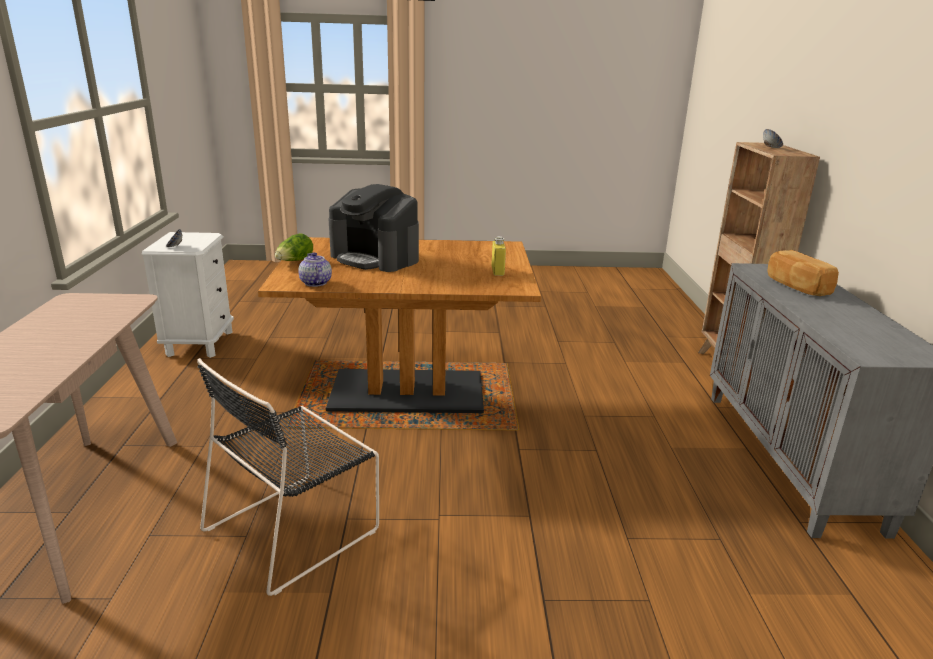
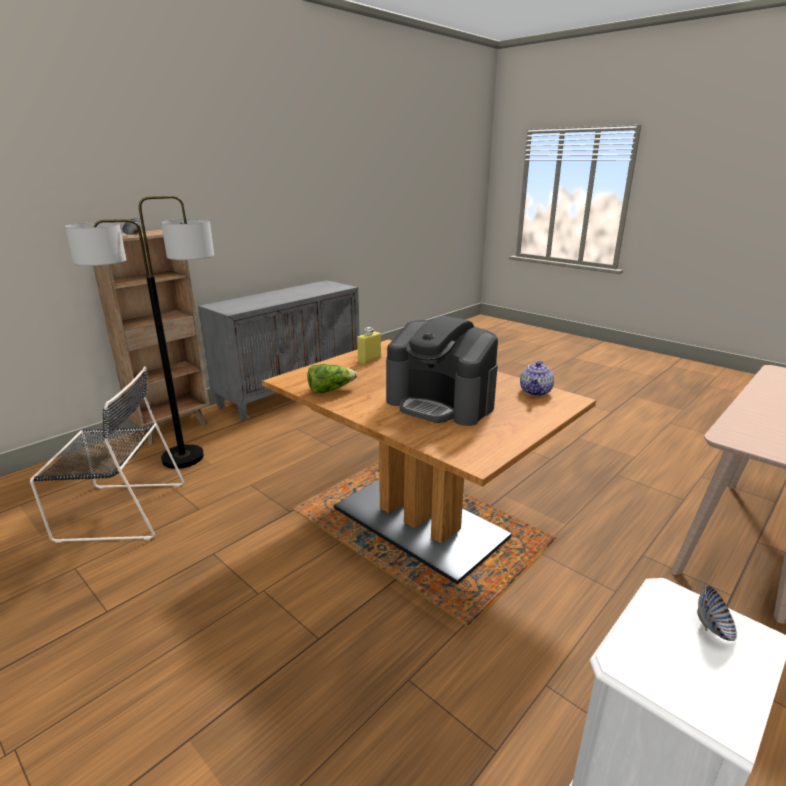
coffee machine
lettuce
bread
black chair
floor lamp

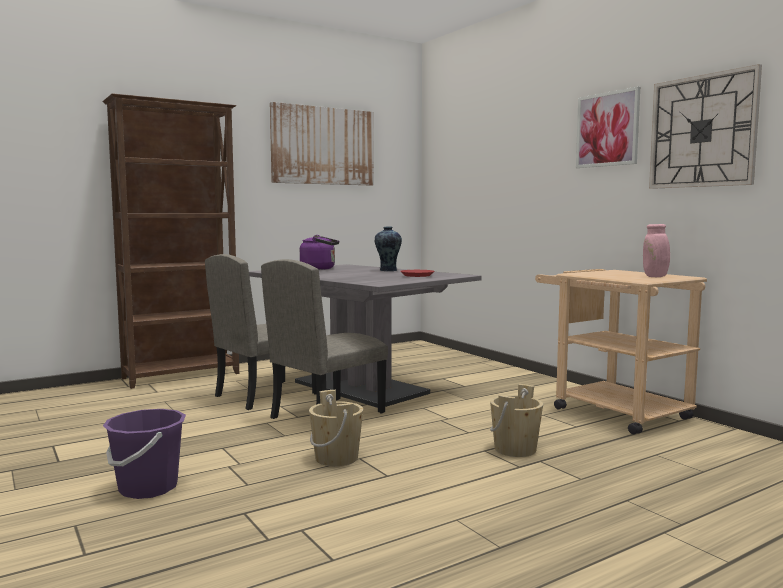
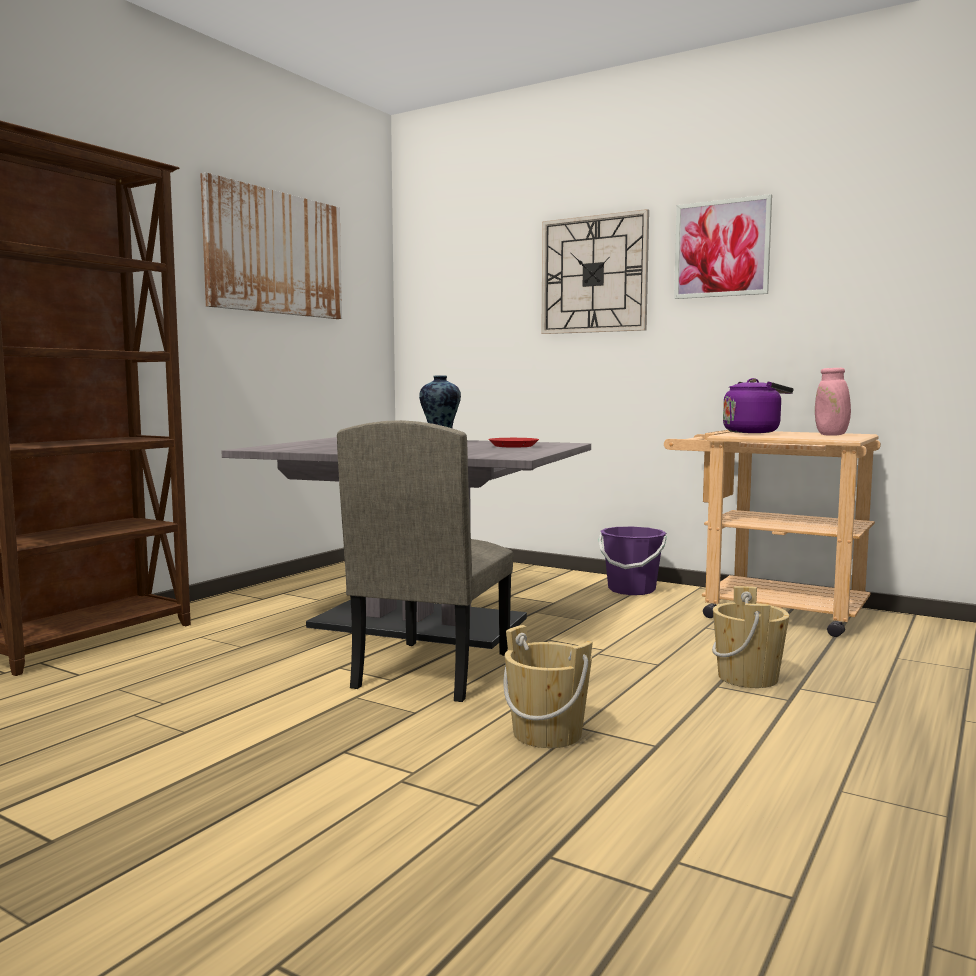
wall clock
purple kettle
beige chair (no. 1 from left in the first image)
purple bucket

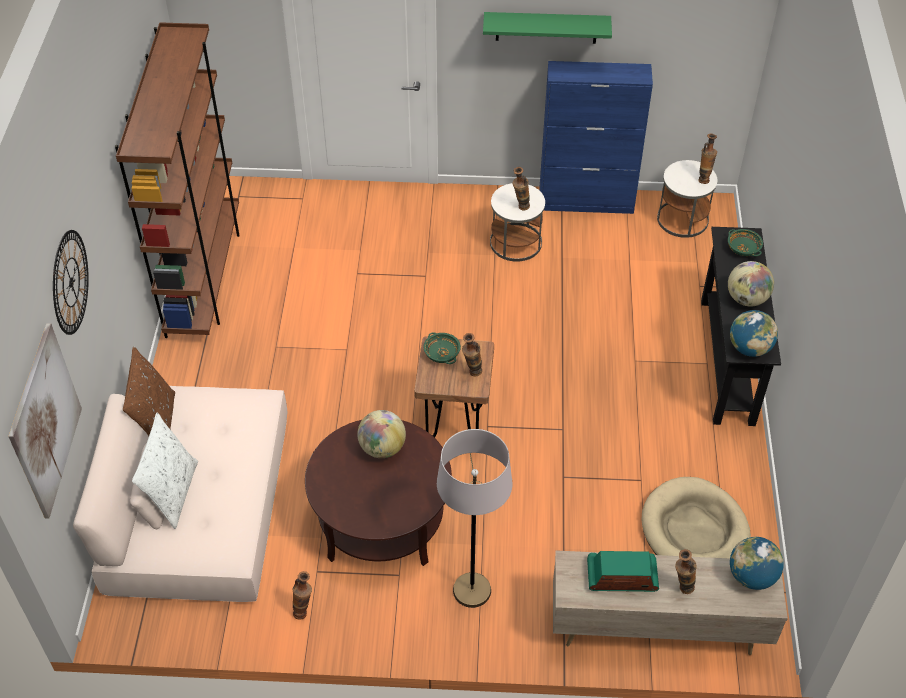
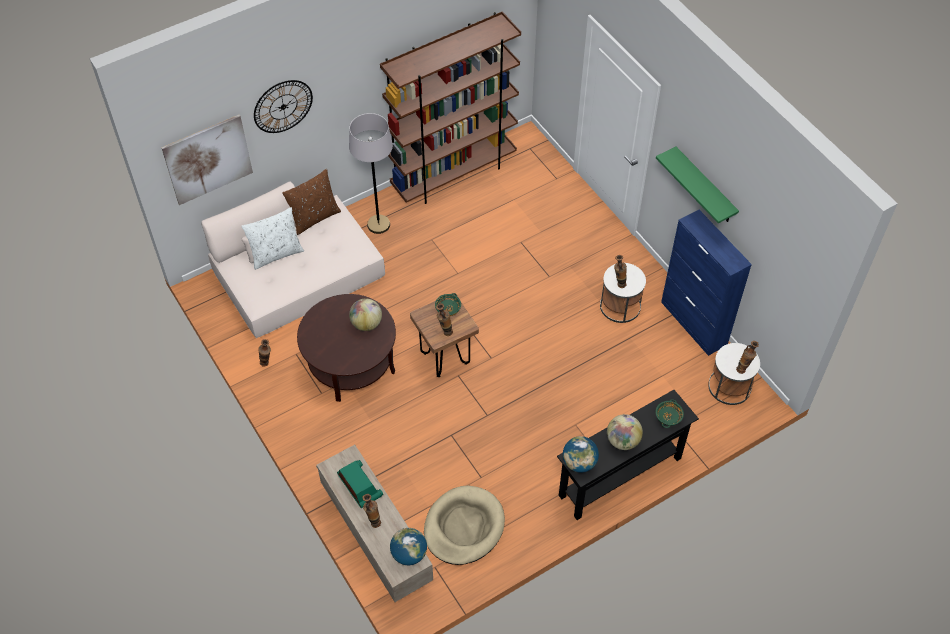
grey floor lamp

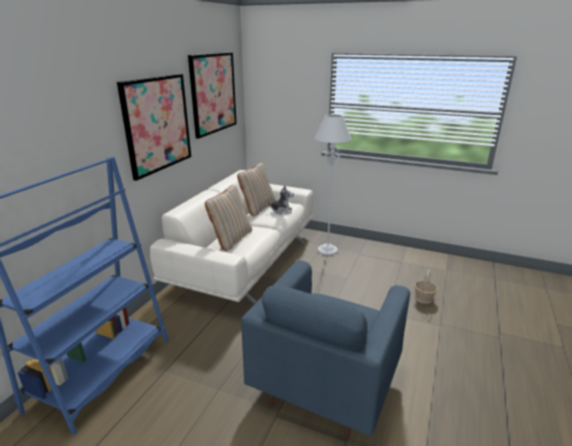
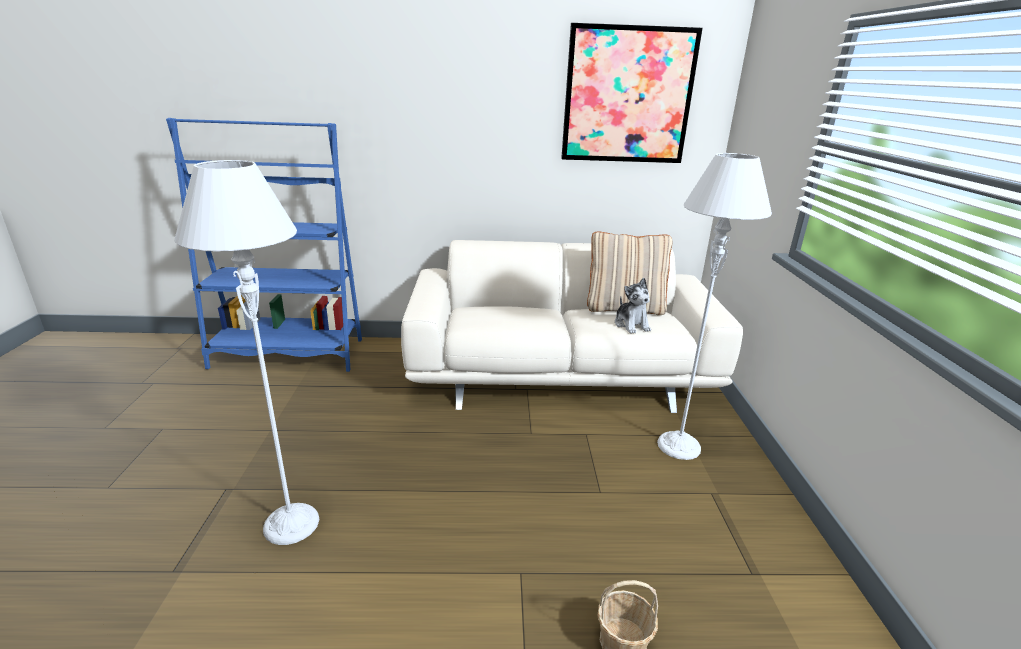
picture (no. 1 from left in the first image)
beige pillow (no. 1 from left in the first image)
grey floor lamp (no. 1 from left)

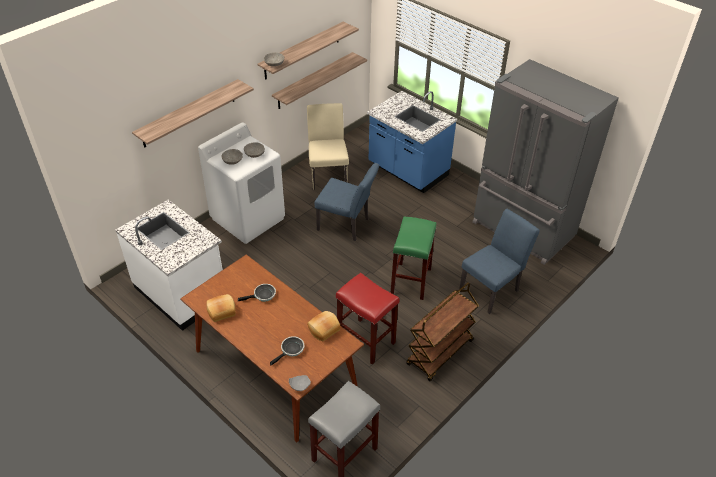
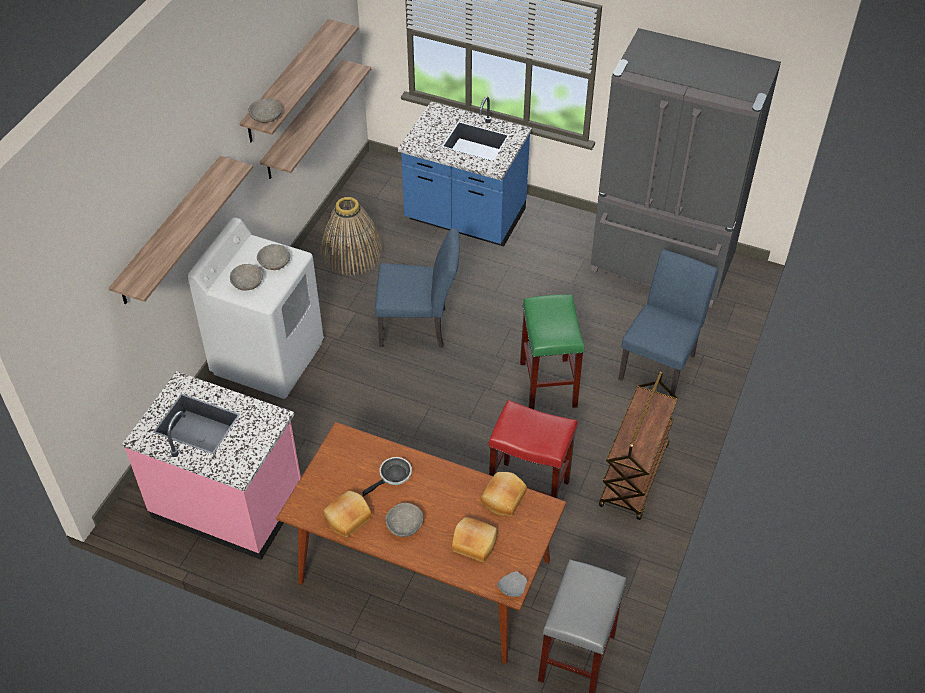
basket
pink counter
bread (no. 2 from left)
grey bowl (no. 4 from left)

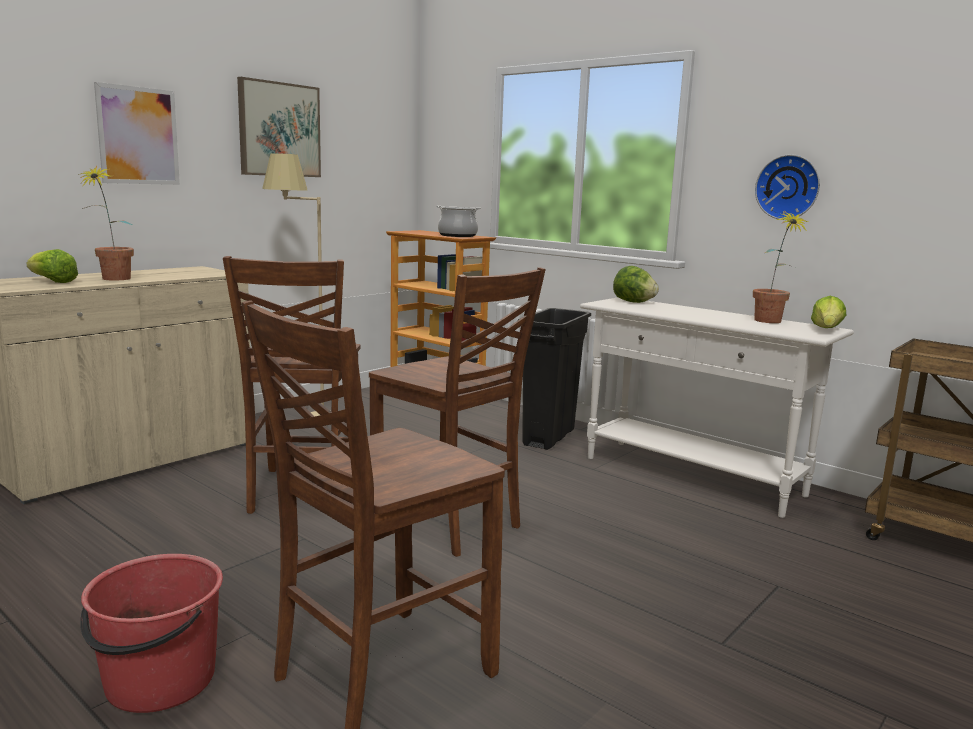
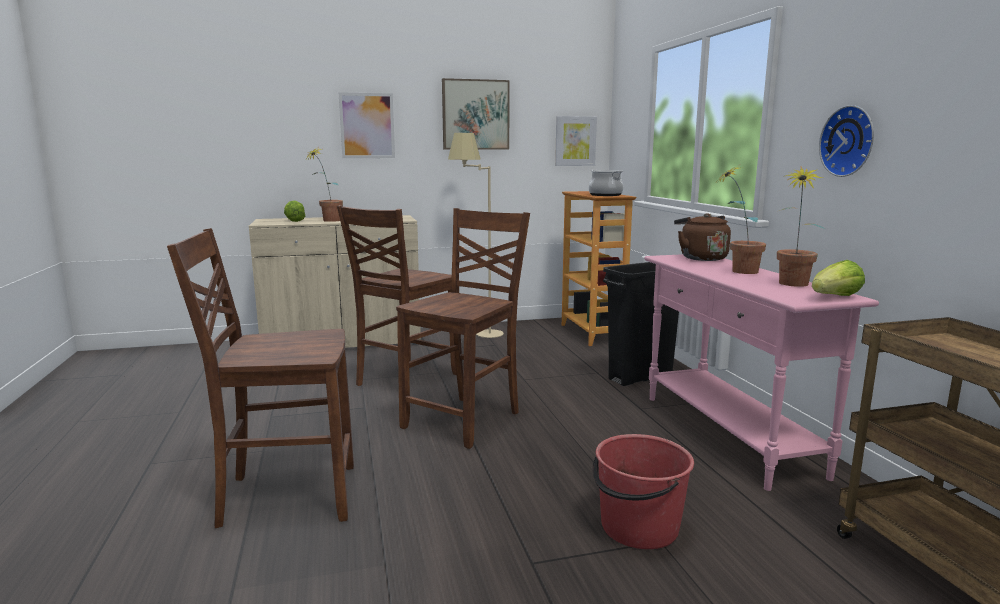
brown kettle
brown chair (no. 3 from left)
pink console table
red bucket
picture (no. 3 from left)
potted plant (no. 2 from left)

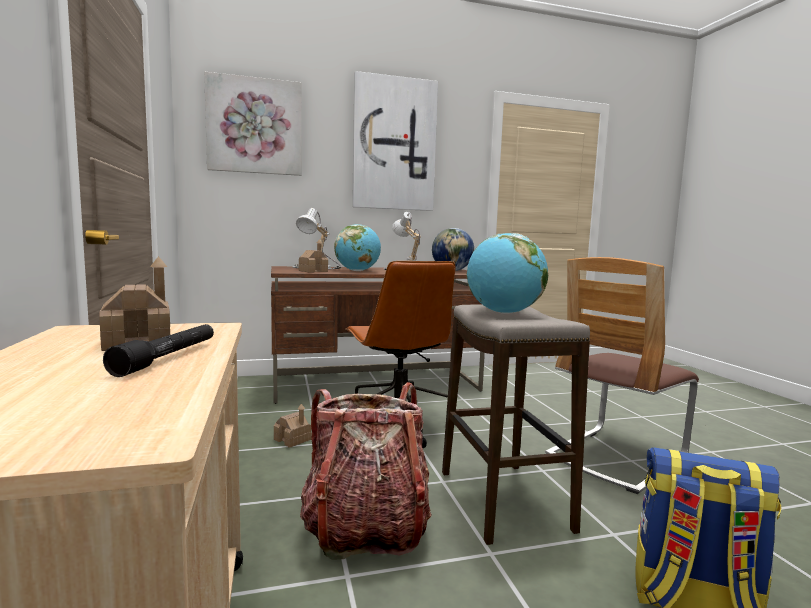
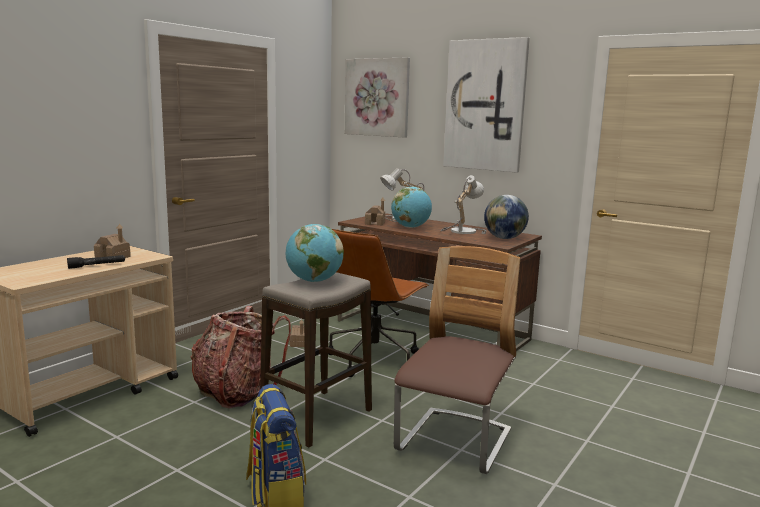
chair

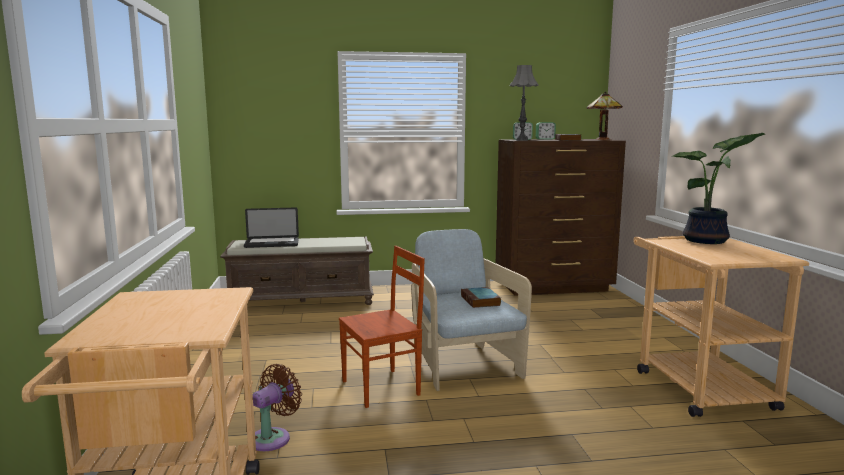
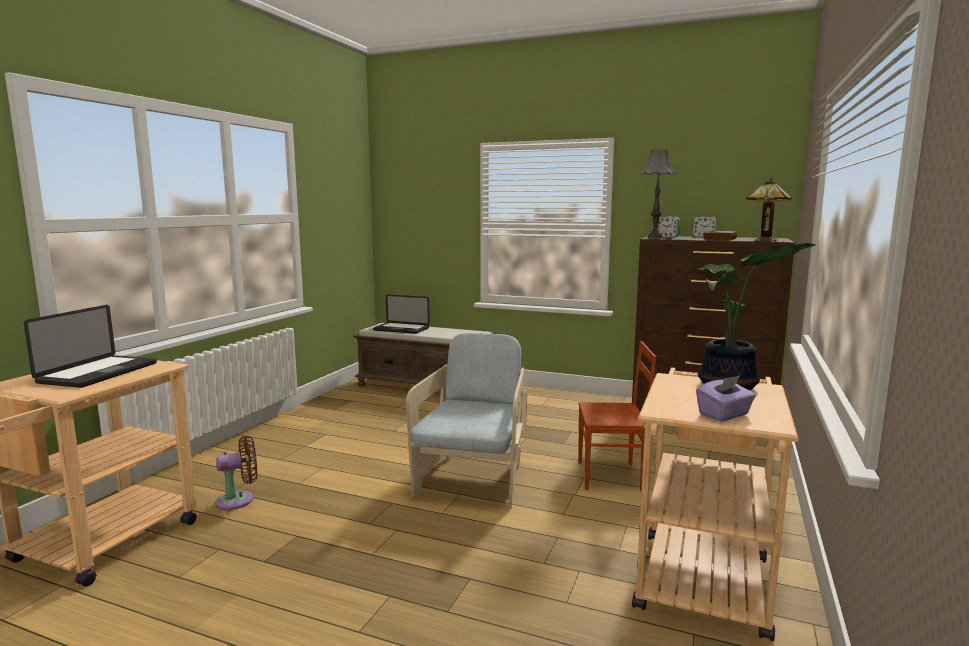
brown chair
book (no. 1 from left in the first image)
laptop (no. 1 from left)
purple tissue box

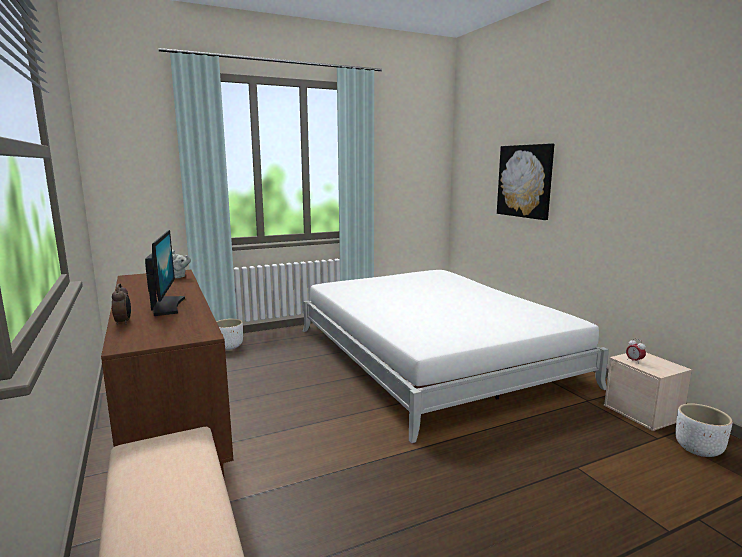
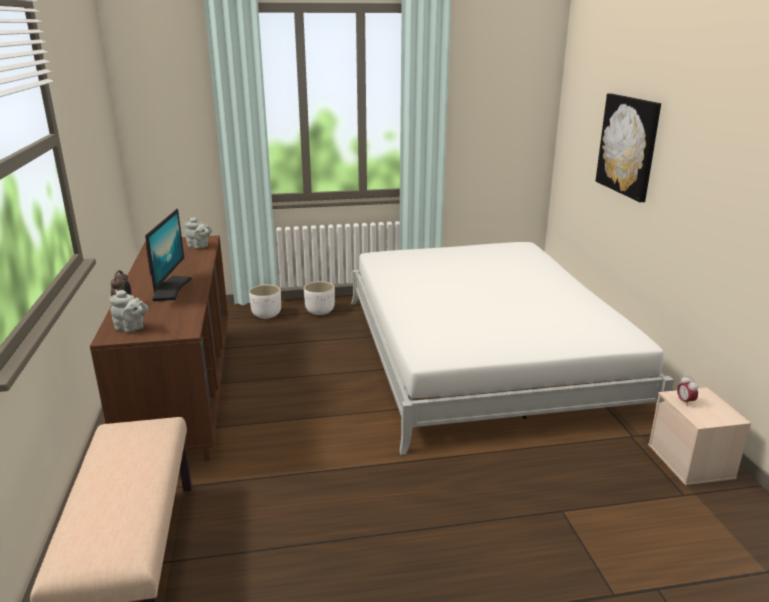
white planter (no. 2 from left)
grey teapot (no. 1 from left)

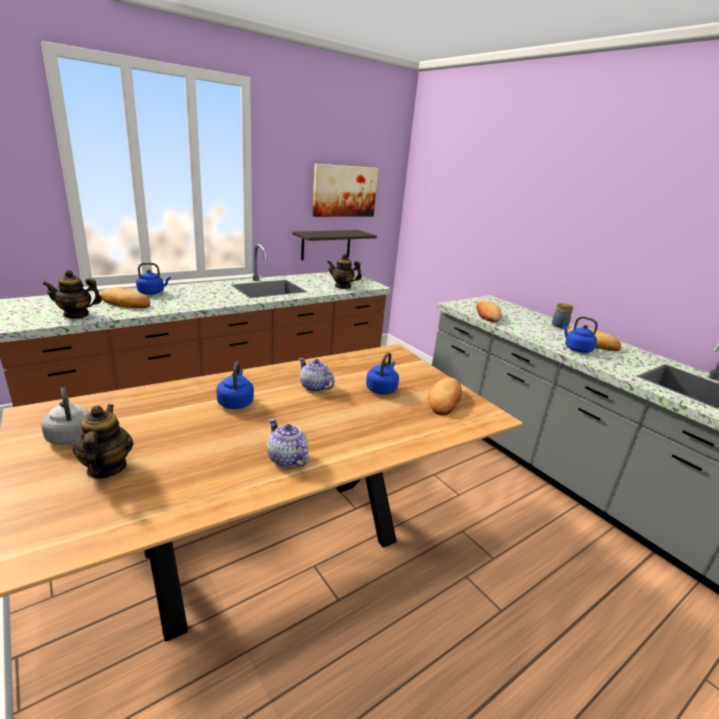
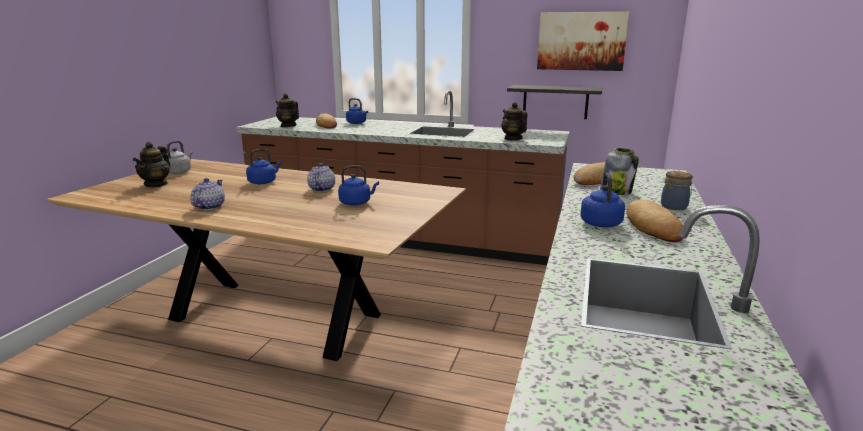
bread (no. 2 from left in the first image)
teapot (no. 1 from left)
jar (no. 1 from left)

